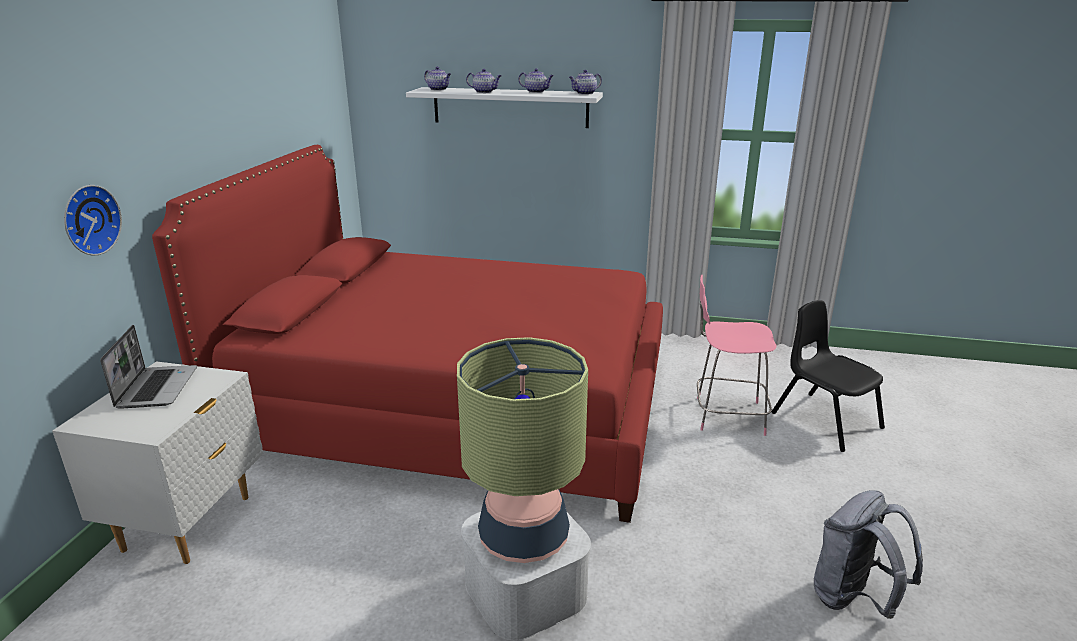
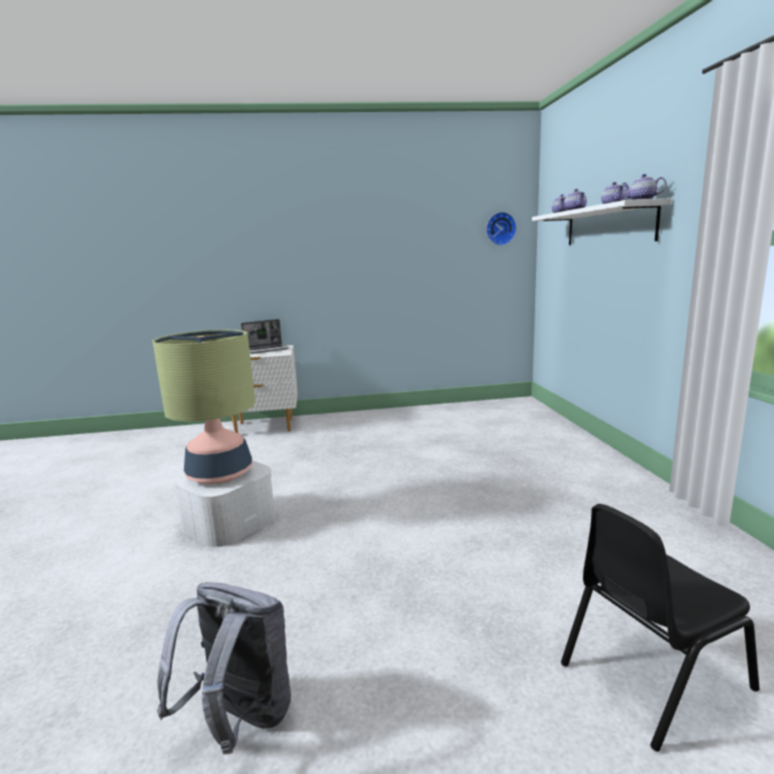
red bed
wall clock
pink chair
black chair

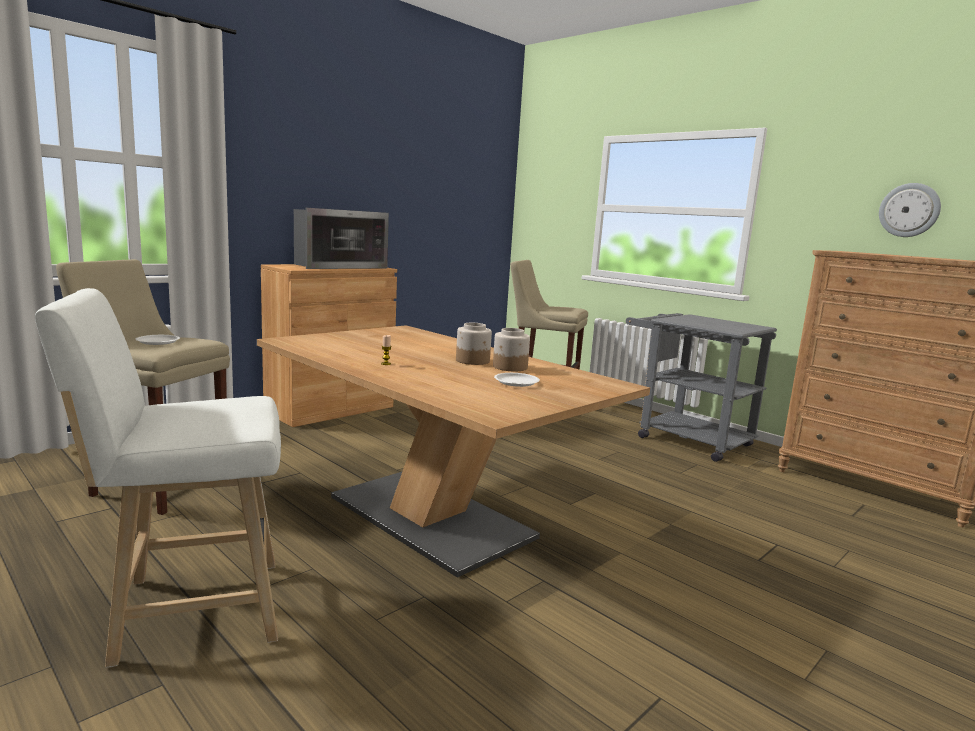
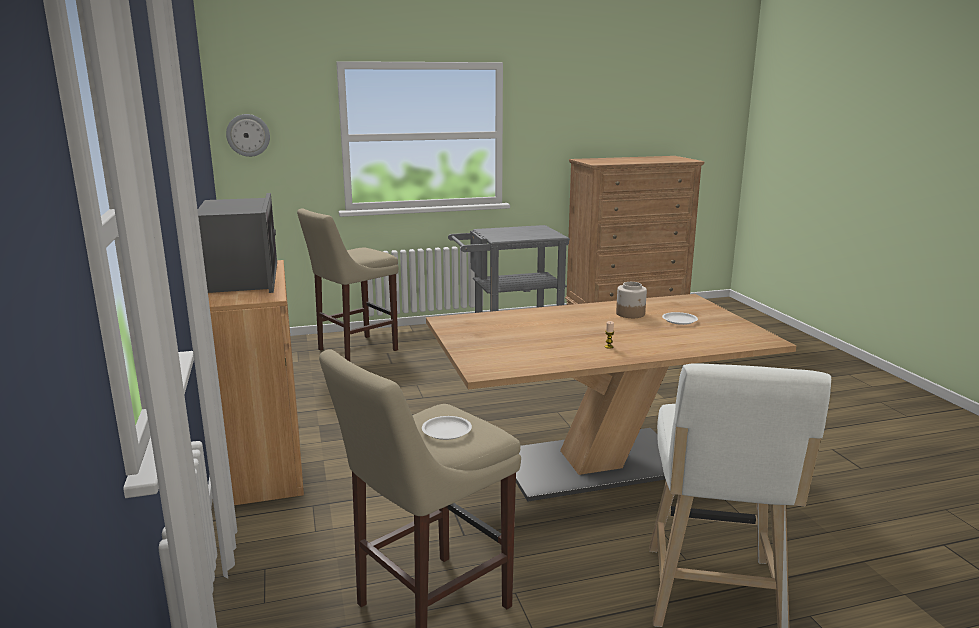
wall clock
jar (no. 1 from left in the first image)

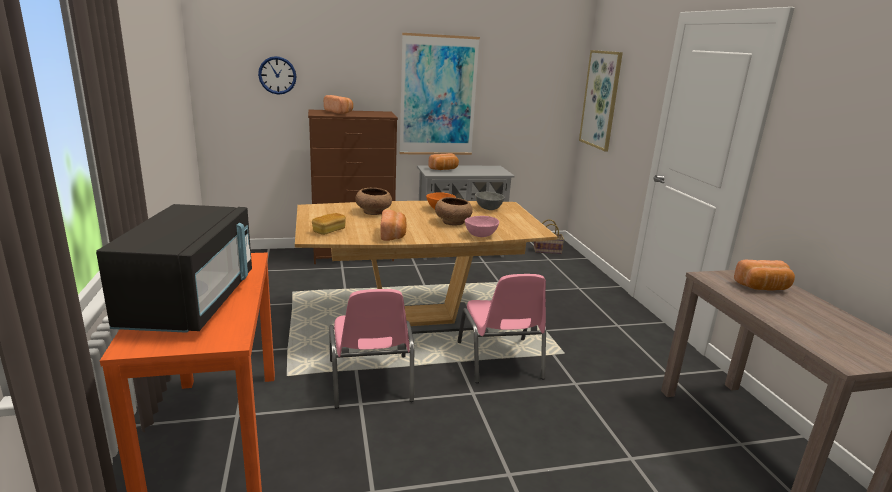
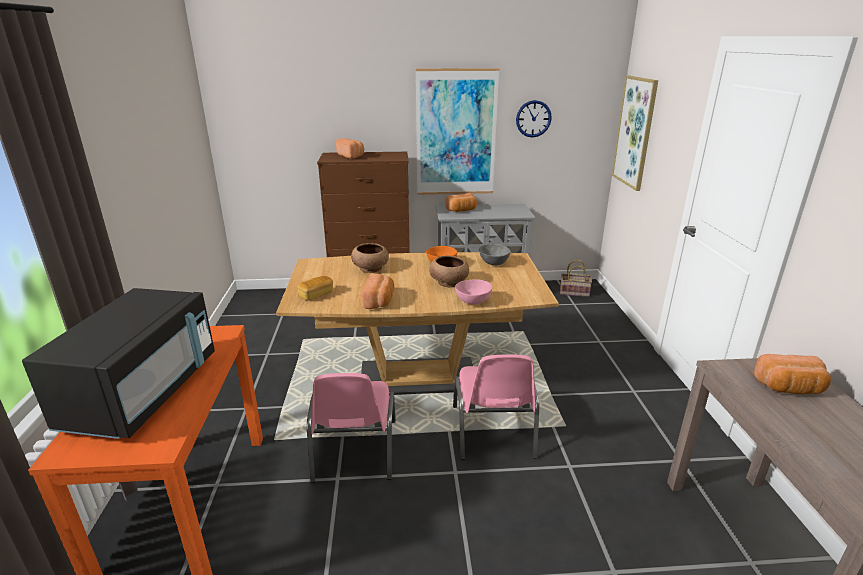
wall clock

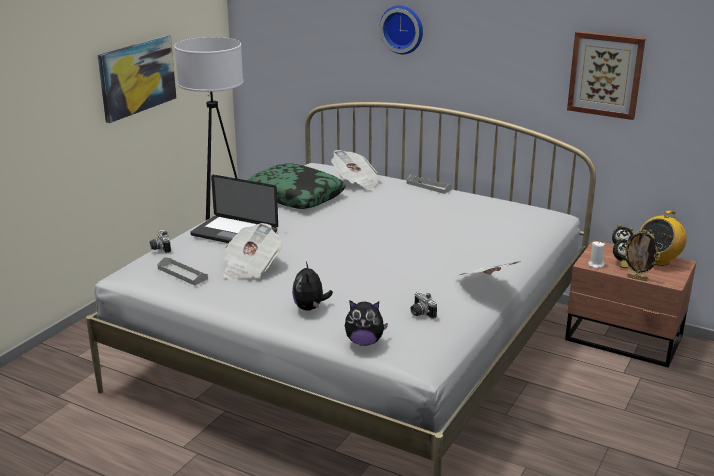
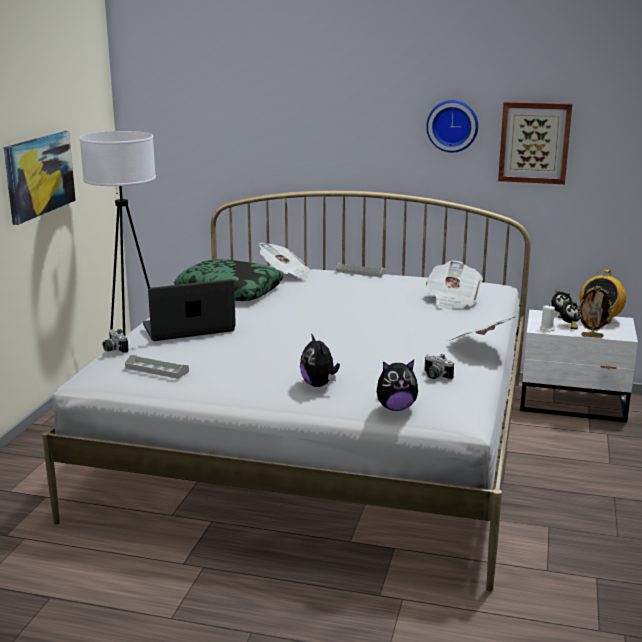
wall clock
laptop
newspaper (no. 2 from left)
white nightstand

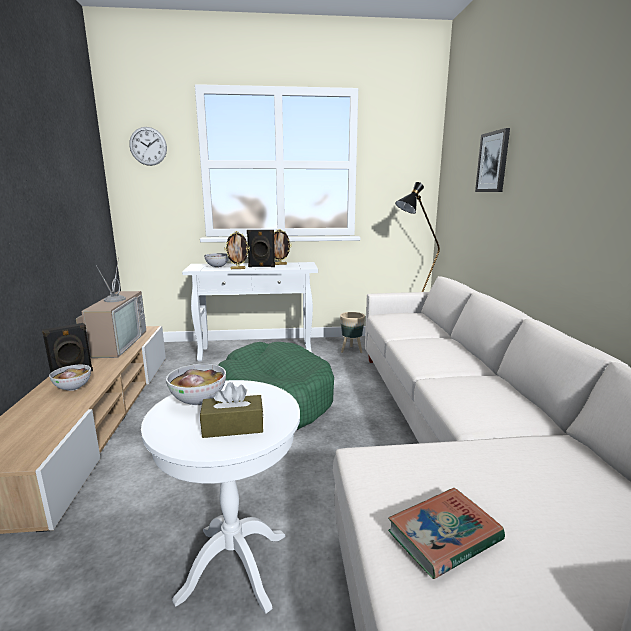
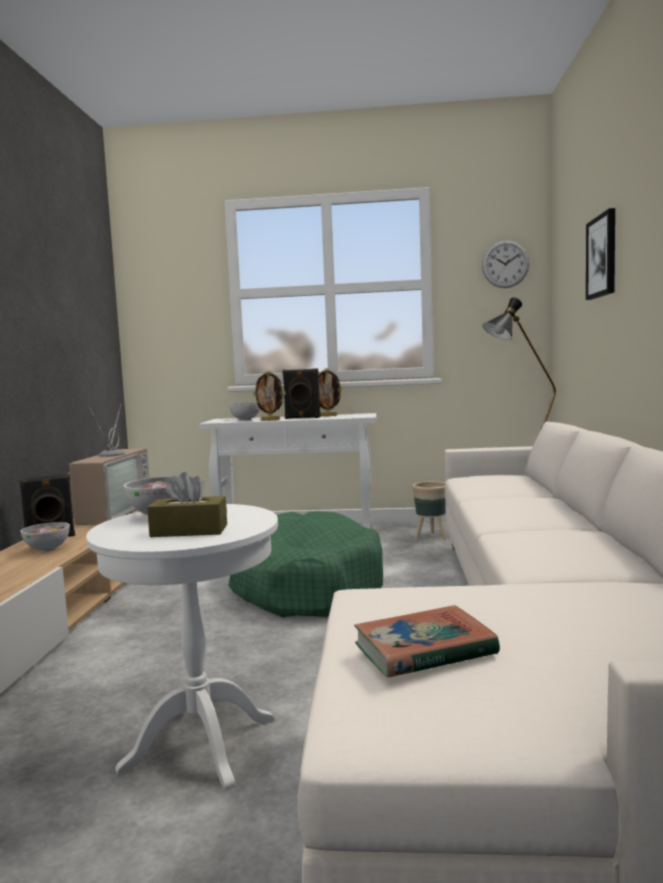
wall clock

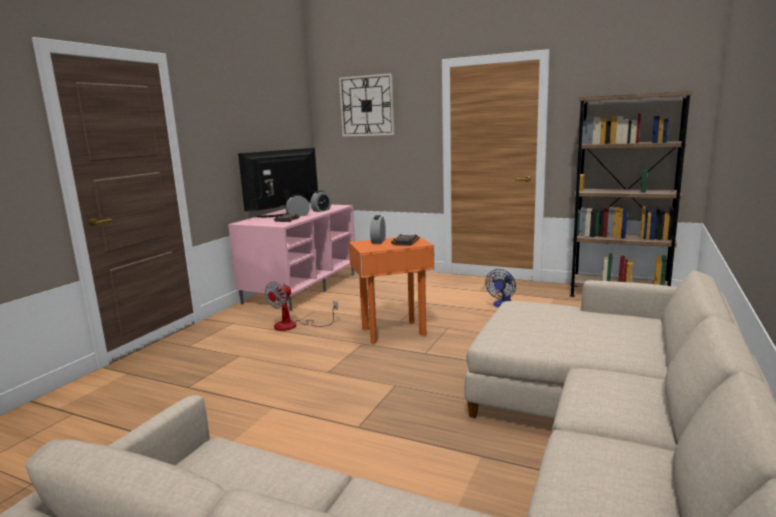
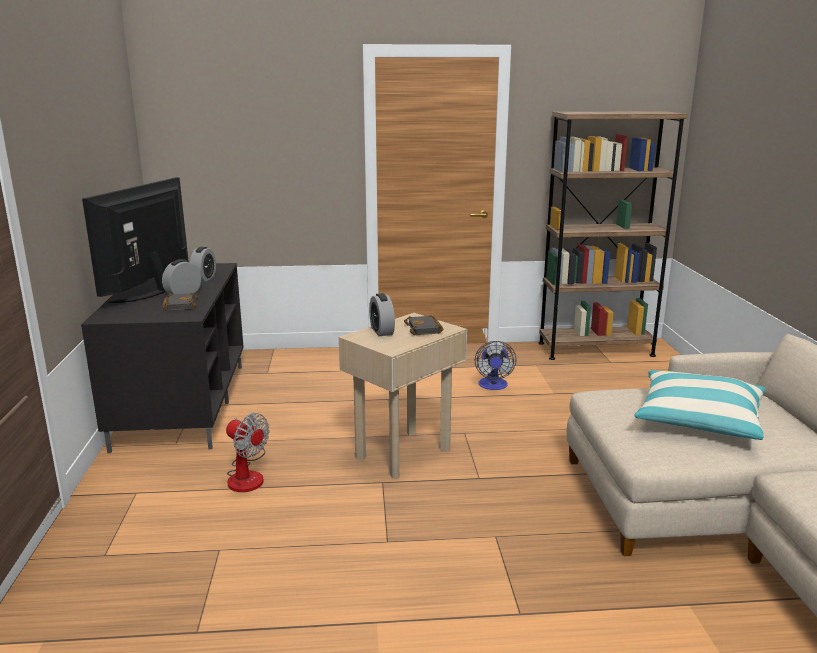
wall clock
black tv stand
beige side table
fan (no. 1 from left)
pillow

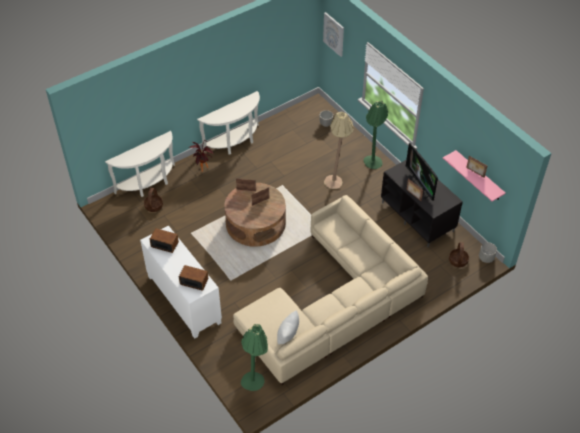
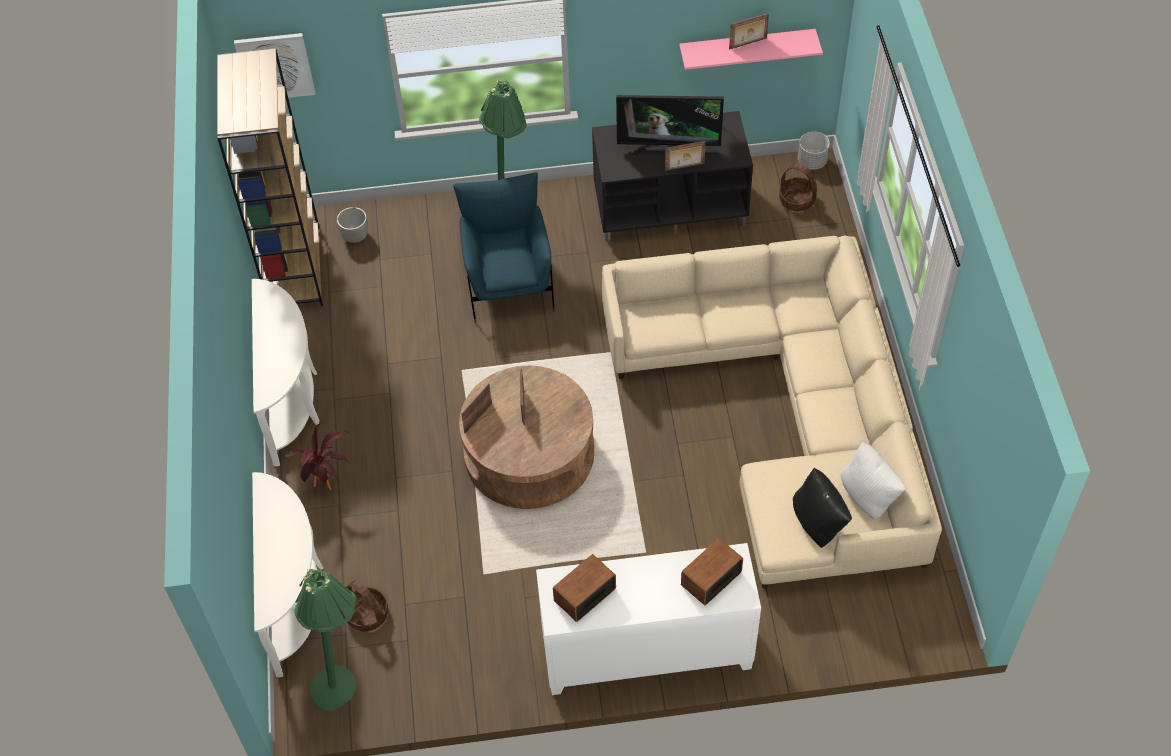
blue armchair
green floor lamp (no. 1 from left)
brown bookcase
black pillow

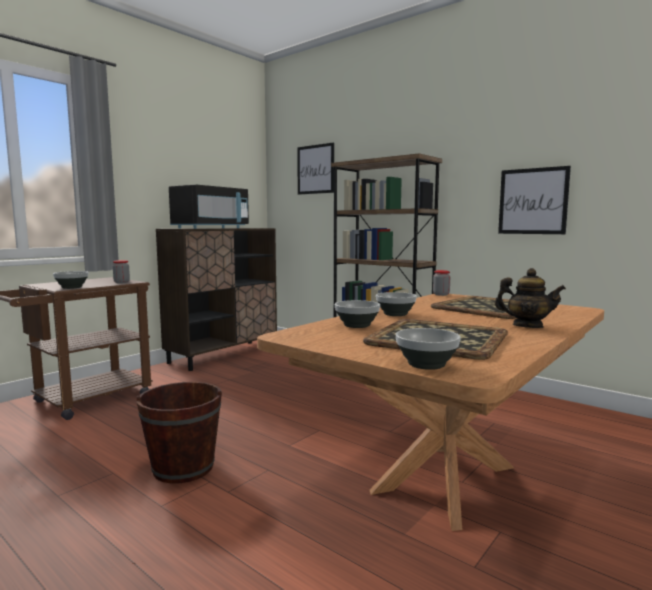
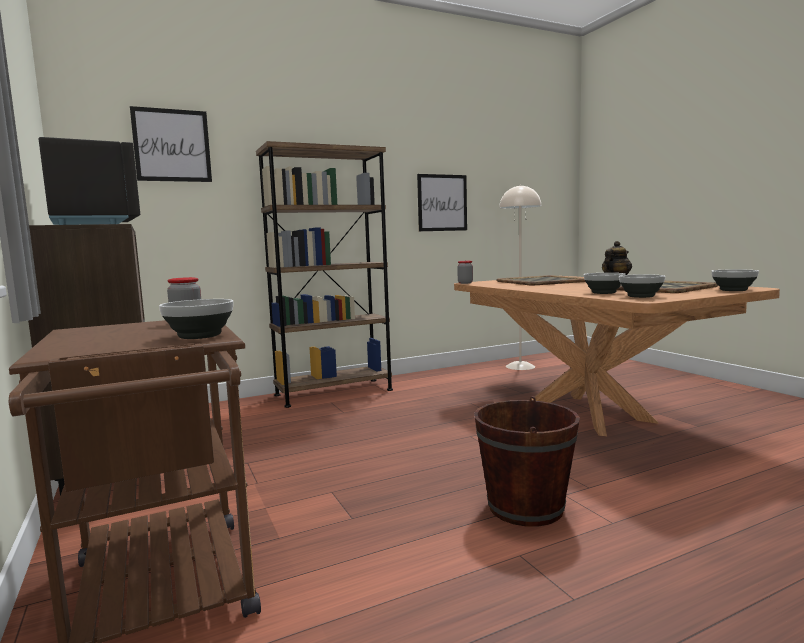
bowl (no. 3 from left)
beige floor lamp

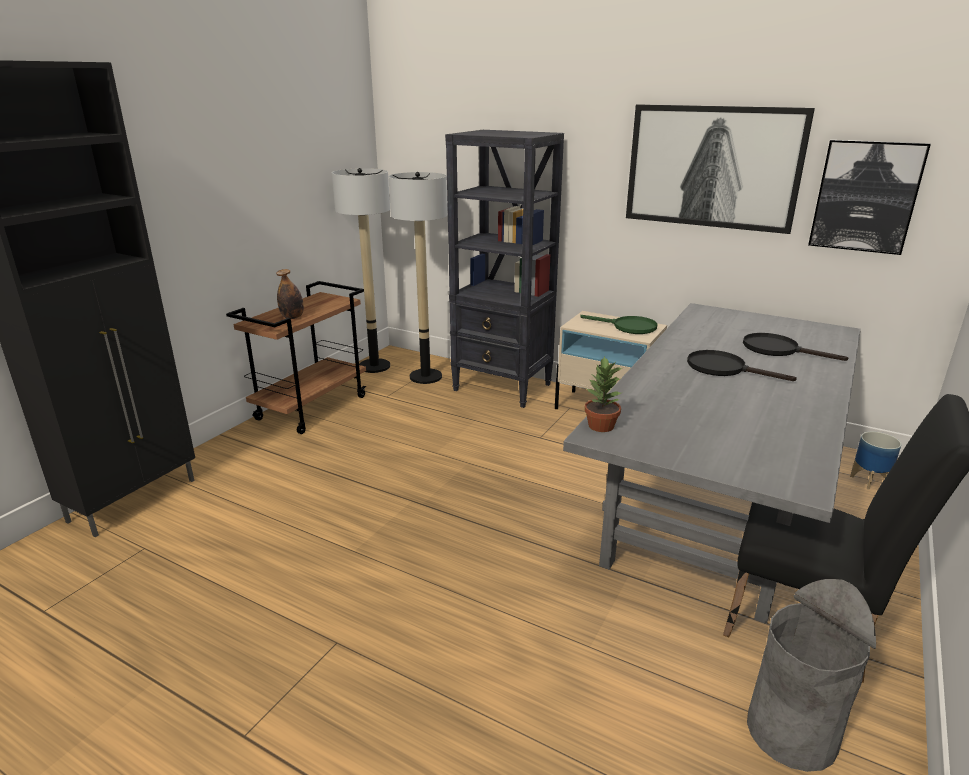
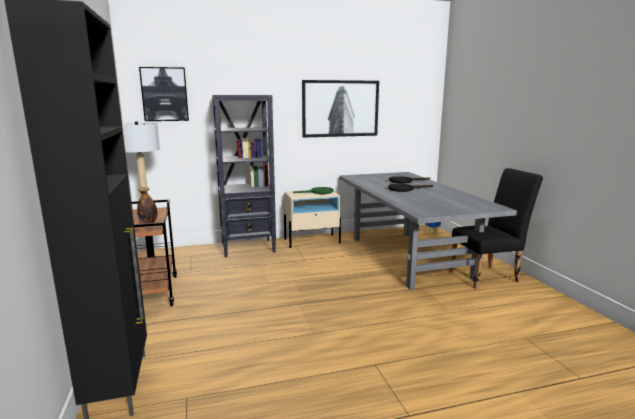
picture (no. 1 from left)
floor lamp (no. 2 from left in the first image)
potted plant
grey trash can

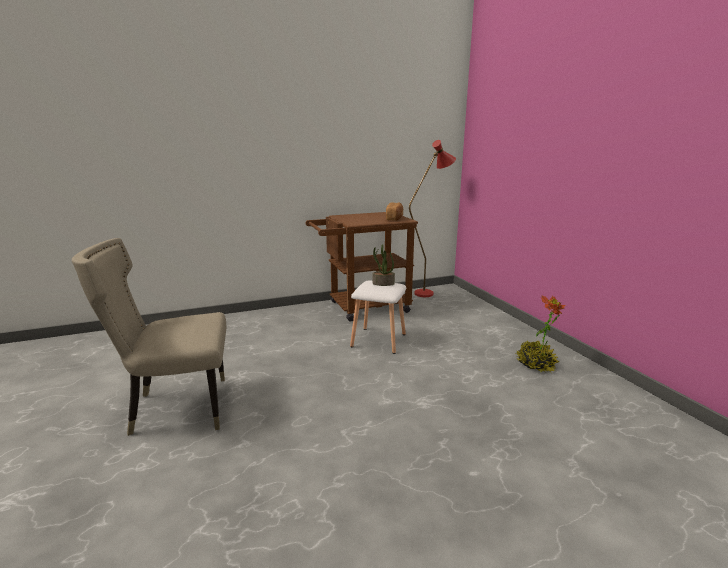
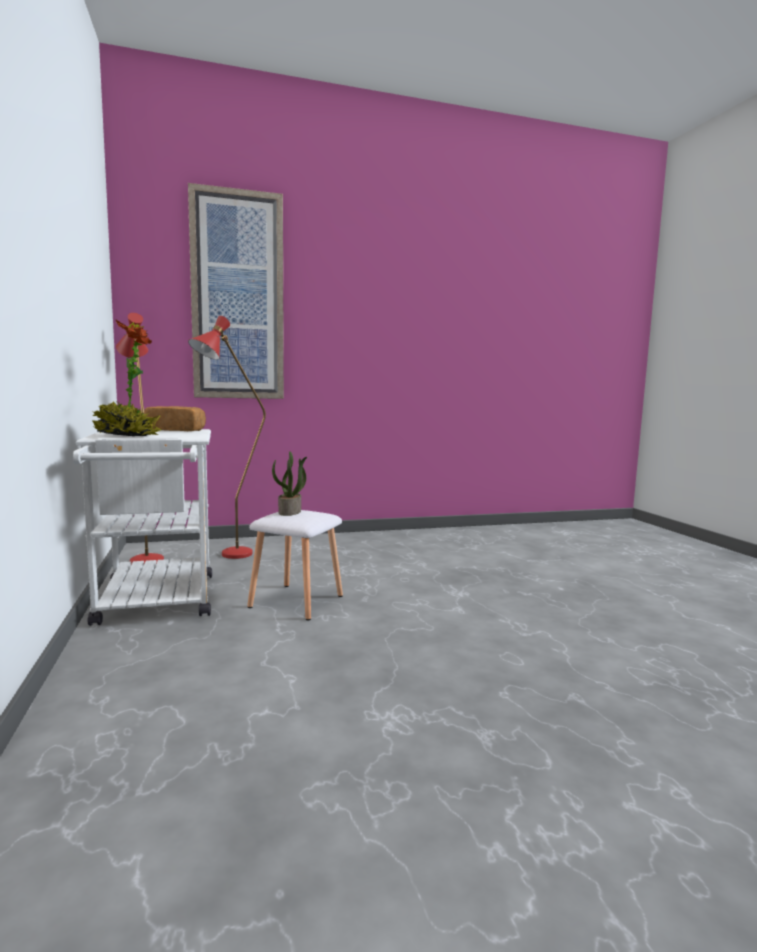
white cart
beige chair
potted plant (no. 1 from left)
picture
red floor lamp (no. 2 from left)

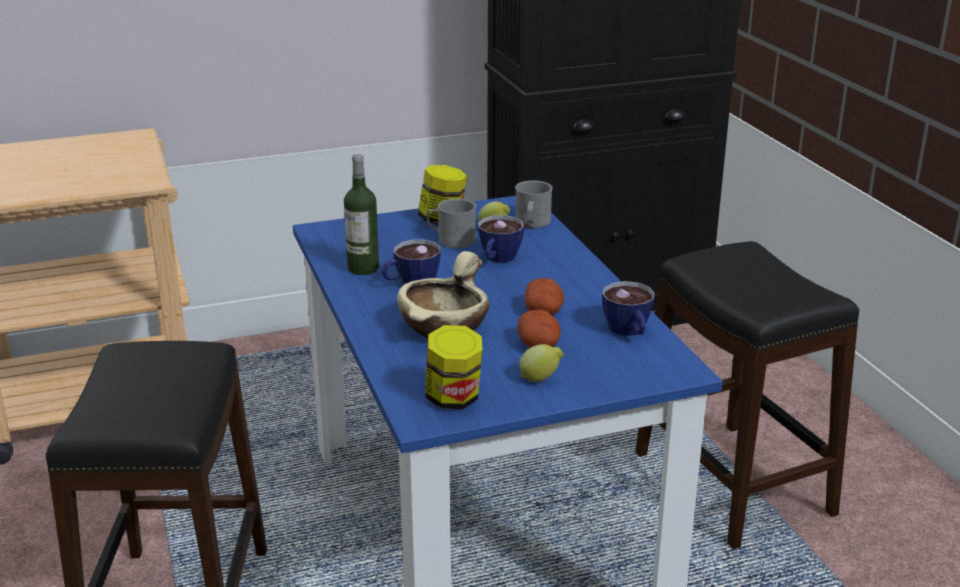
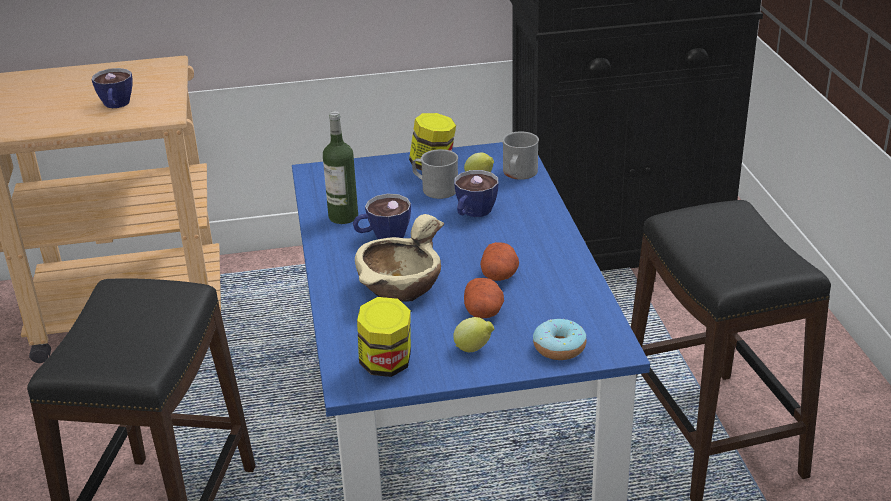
cup (no. 1 from left)
donut

